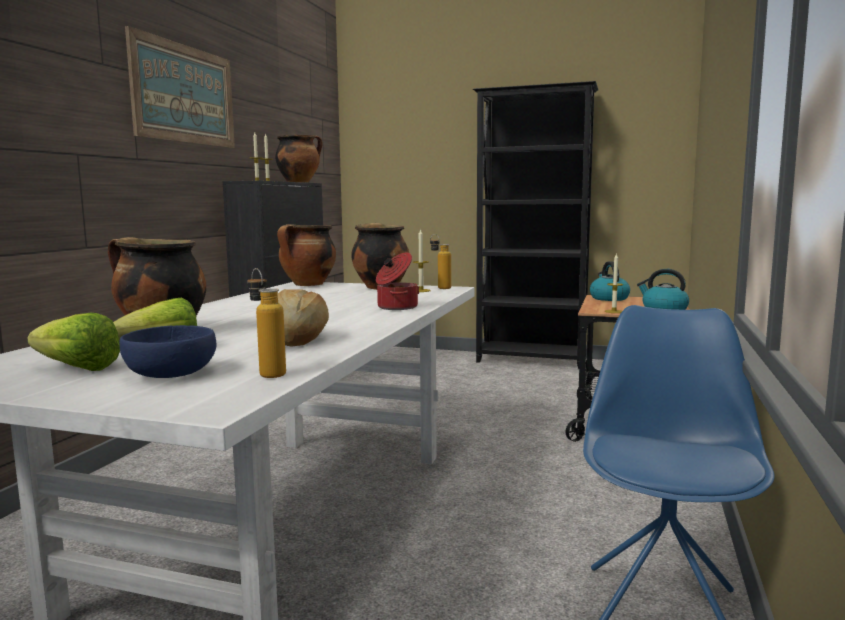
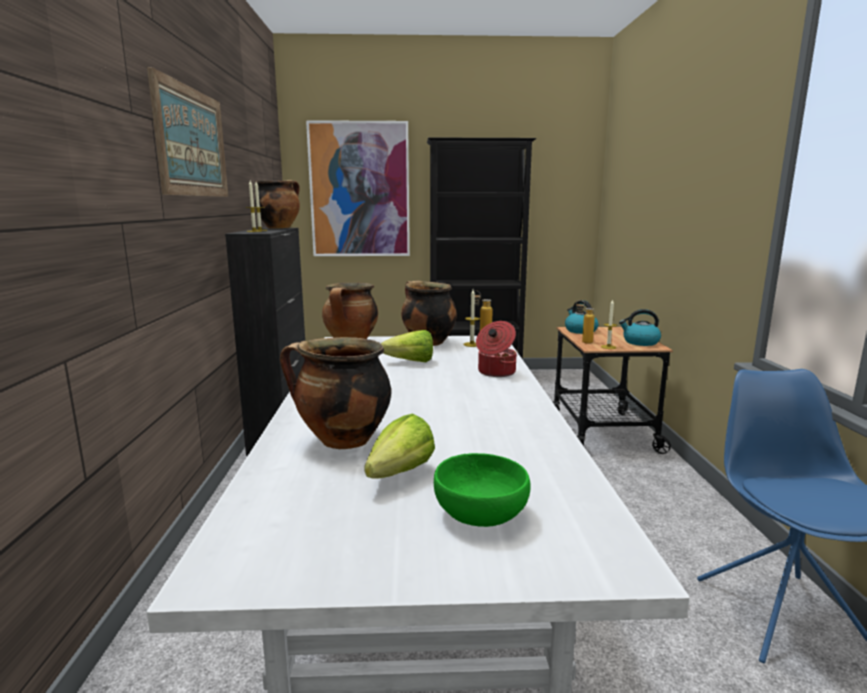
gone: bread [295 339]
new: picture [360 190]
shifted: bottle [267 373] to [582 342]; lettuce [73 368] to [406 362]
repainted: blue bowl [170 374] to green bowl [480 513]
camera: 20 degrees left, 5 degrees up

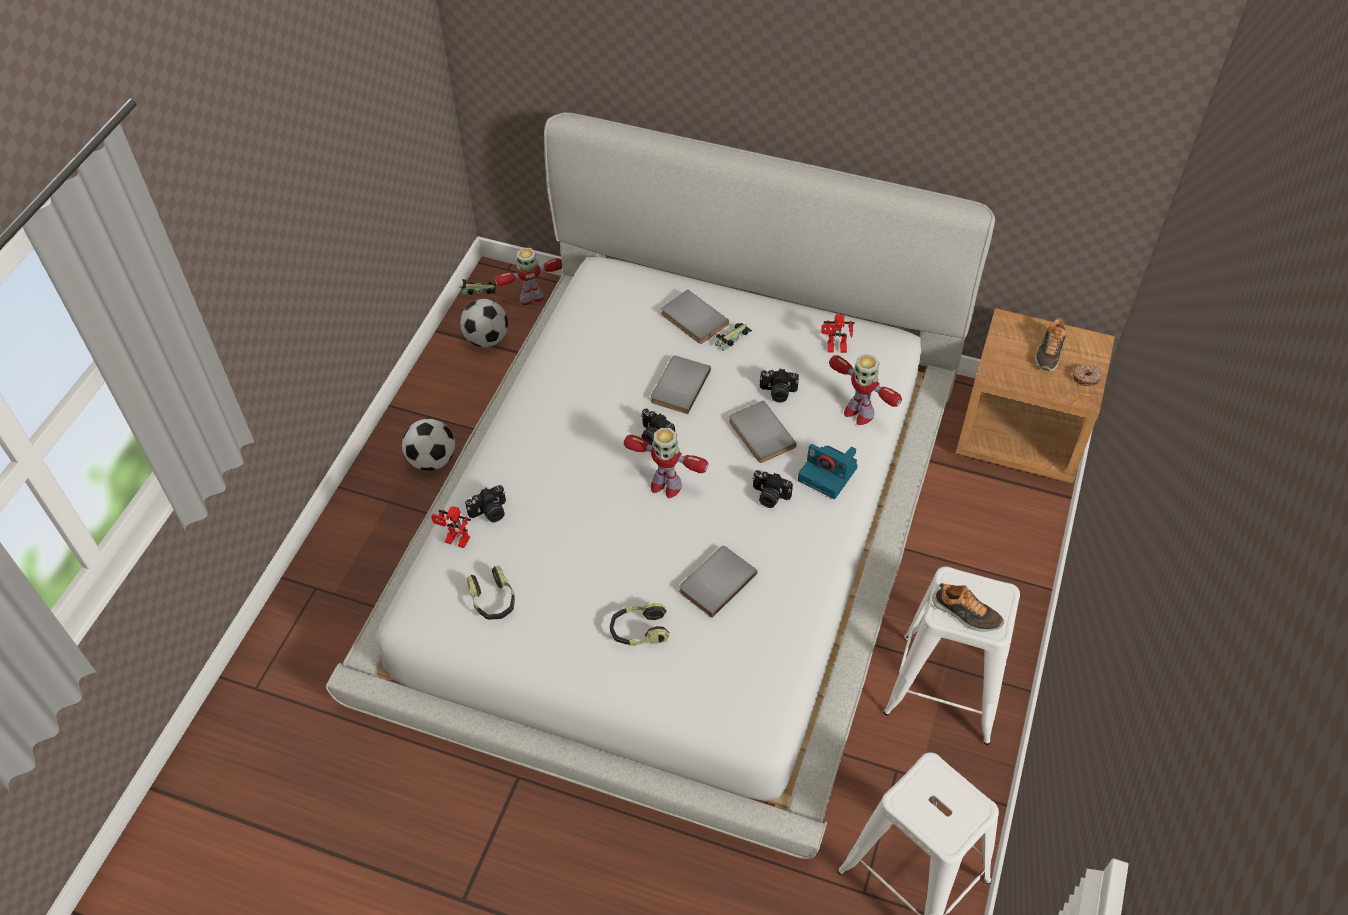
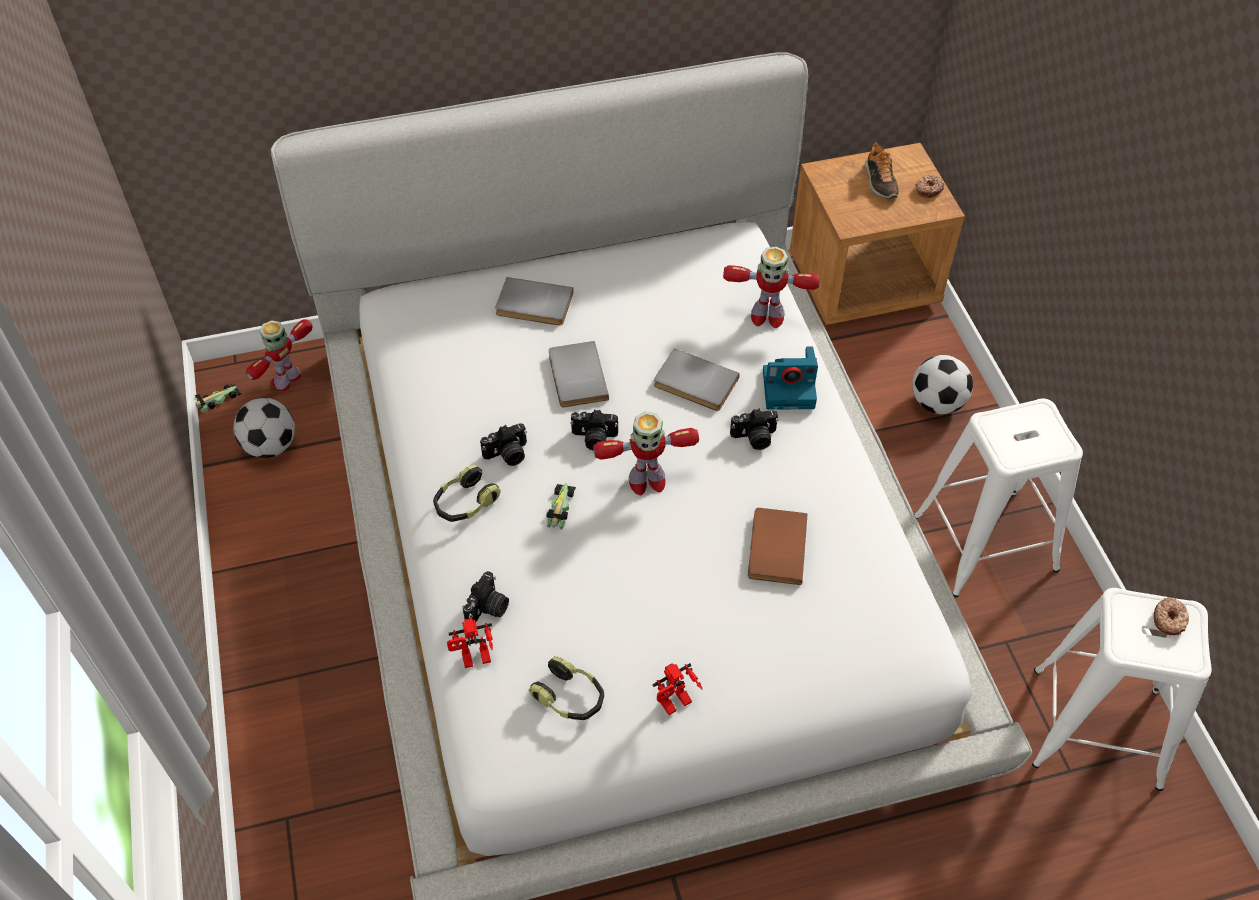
gone: shoe [965 613]
new: donut [1169 620]
shifted: toy robot [835 349] to [675 705]; toy car [731 338] to [560 508]; photo camera [777 393] to [507 455]; football [432 460] to [937 403]; headphones [639 631] to [465 503]
repainted: grey book [715 581] to brown book [774 547]
camera: 35 degrees left, 0 degrees up

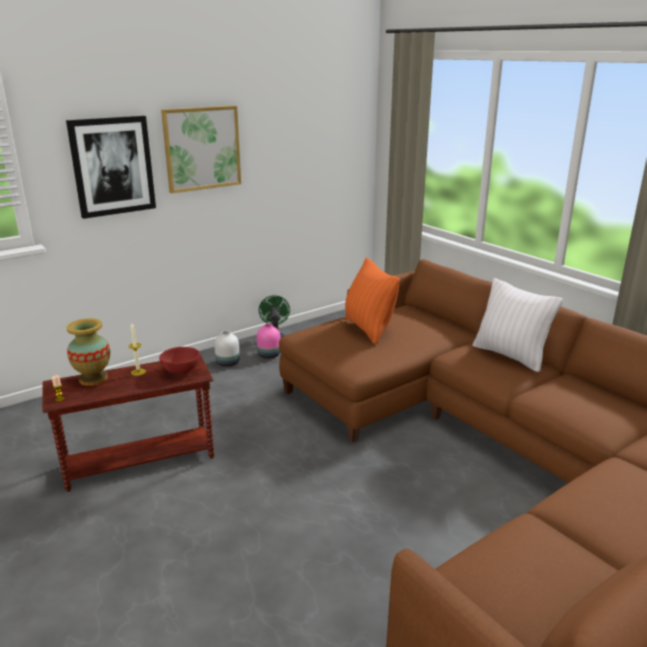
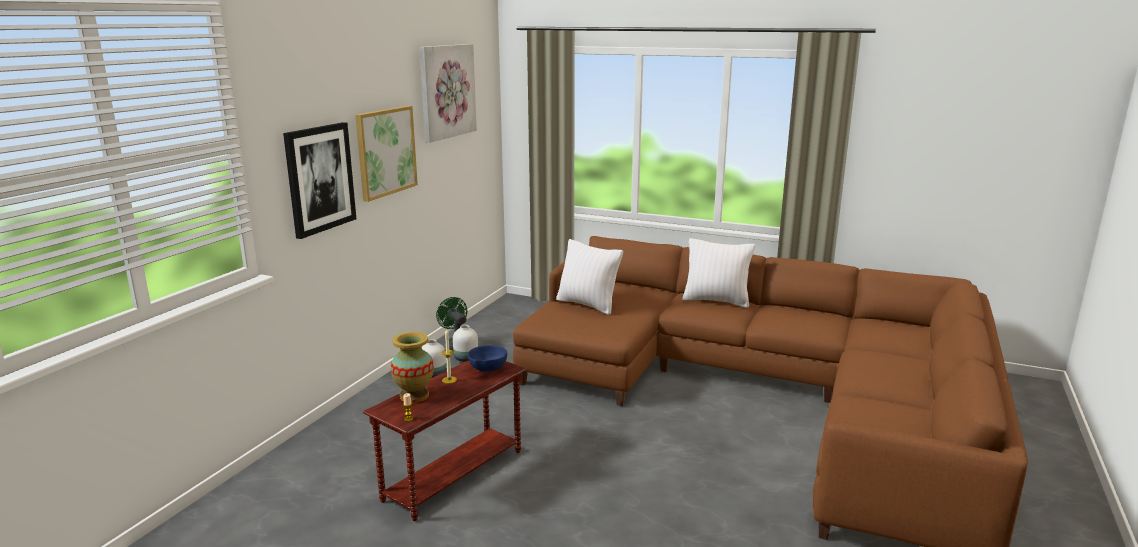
new: picture [446 91]
repainted: orange pillow [368 329] to white pillow [588 305]; pink vase [269 355] to white vase [466 358]; red bowl [179 371] to blue bowl [487 369]
camera: 30 degrees left, 5 degrees down

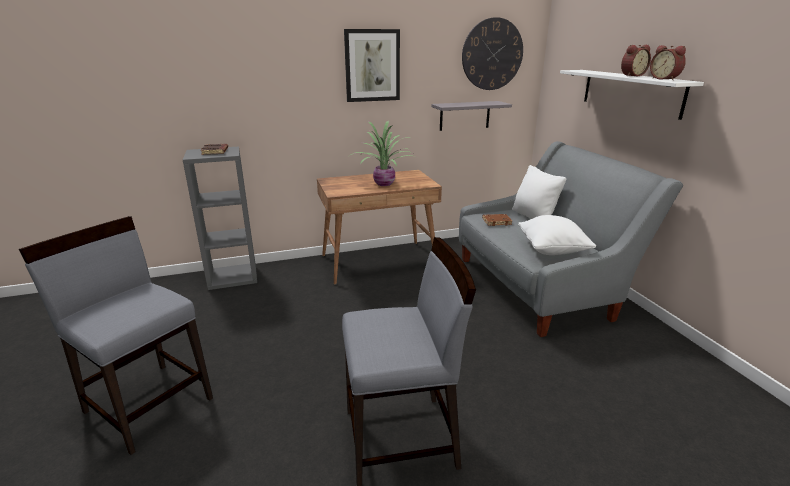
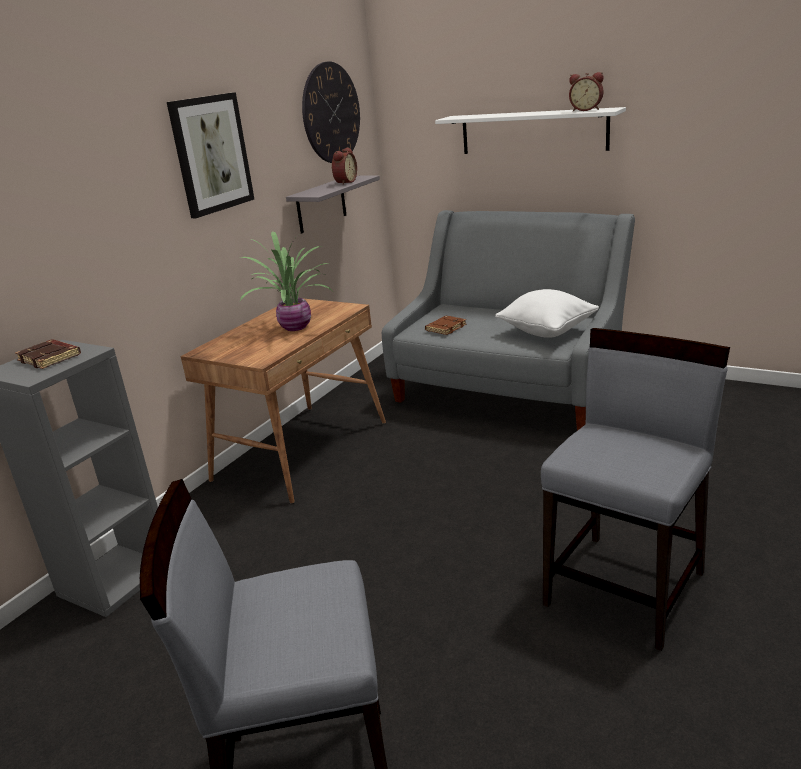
gone: white pillow [533 217]
shifted: alarm clock [631 75] to [344 182]
camera: 40 degrees left, 0 degrees up

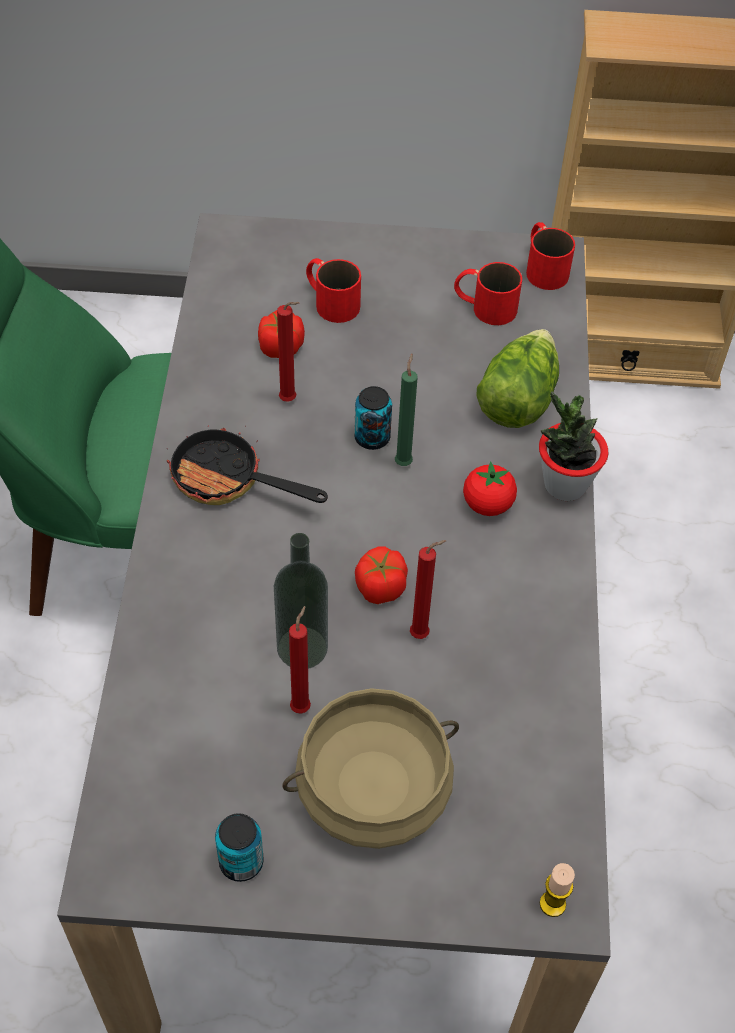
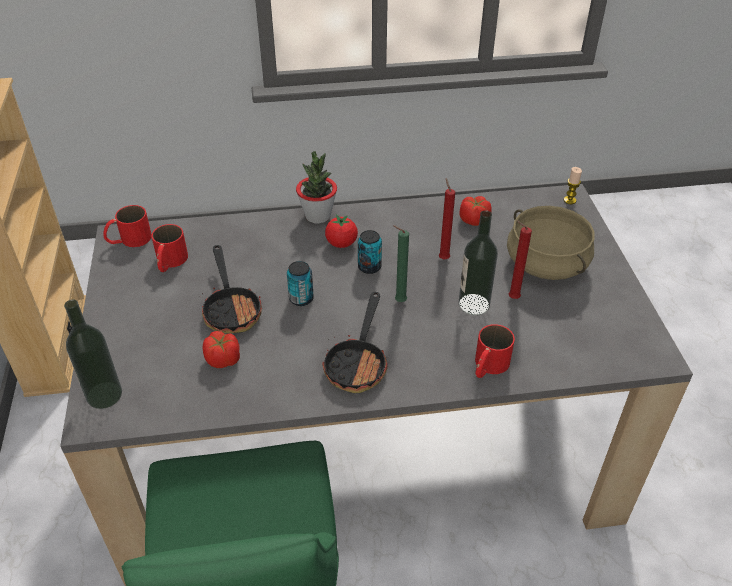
gone: red candle [290 400]; lettuce [517 398]
new: frying pan [231 309]; bottle [104 395]
shifted: red mug [330 300] to [488 366]; green candle [403 461] to [398 301]; tomato [380 587] to [474 220]; can [241 862] to [369 267]
camera: 100 degrees left, 10 degrees down

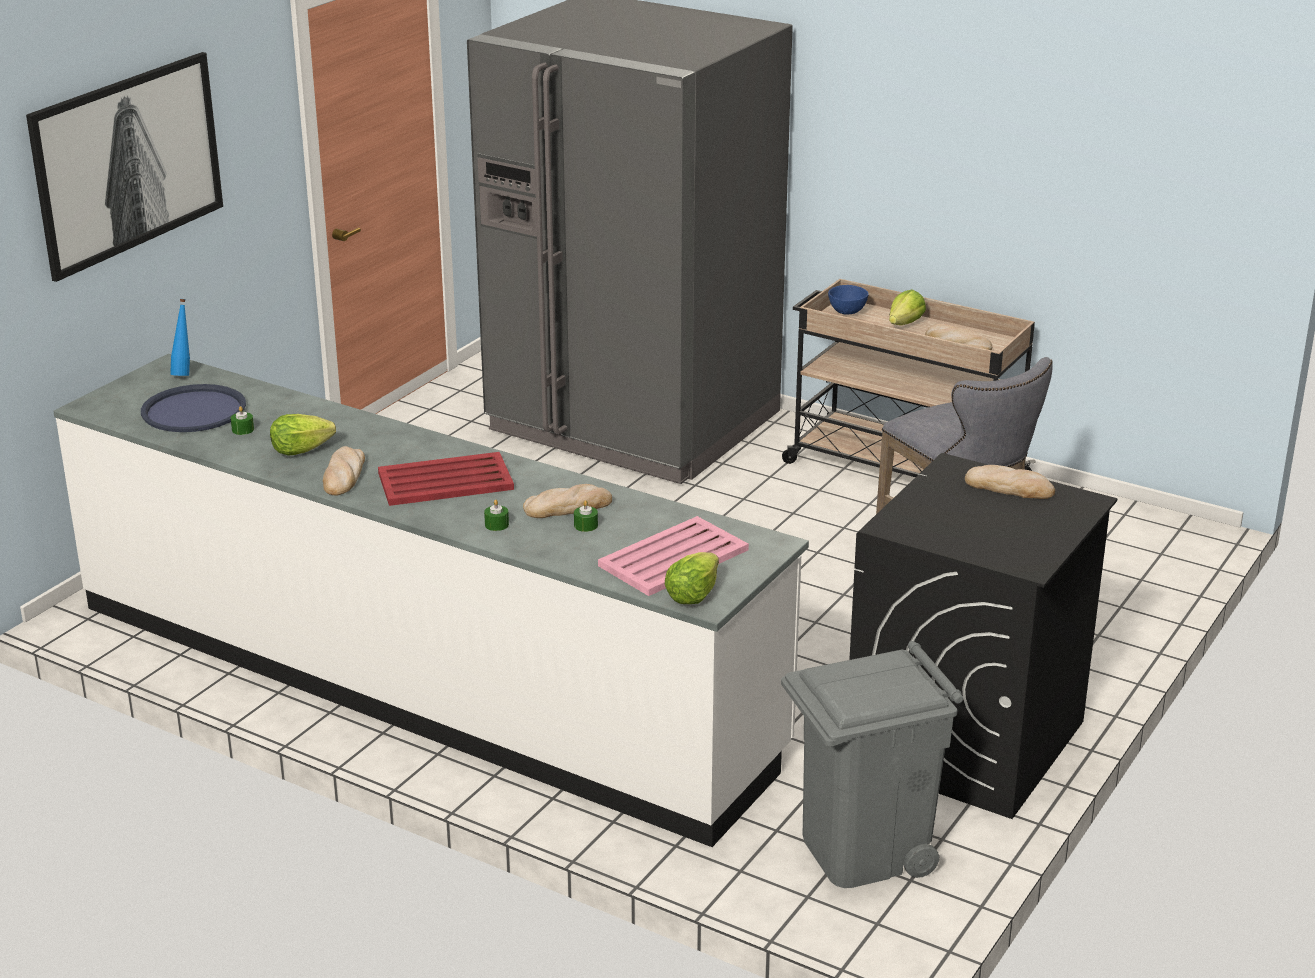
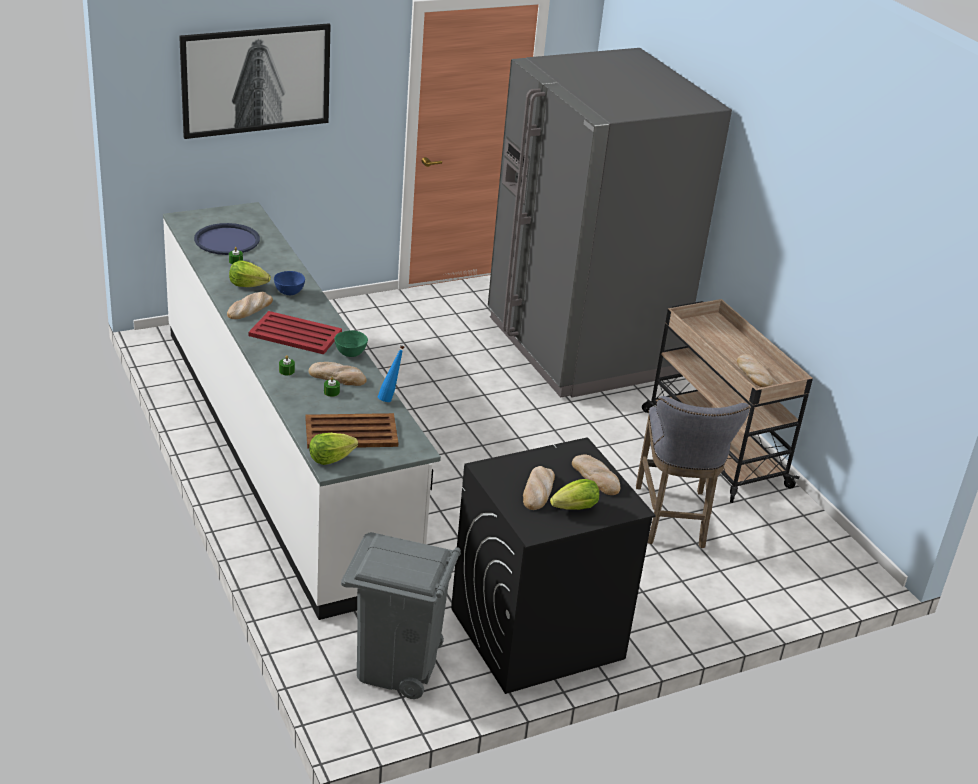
new: green bowl [350 354]; bread [538 491]
shifted: blue bowl [848 312] to [289 293]; lettuce [905 324] to [575 508]; blue bottle [184 373] to [390 398]
repainted: pink tray [672 558] to brown tray [350 432]
camera: 30 degrees right, 5 degrees up

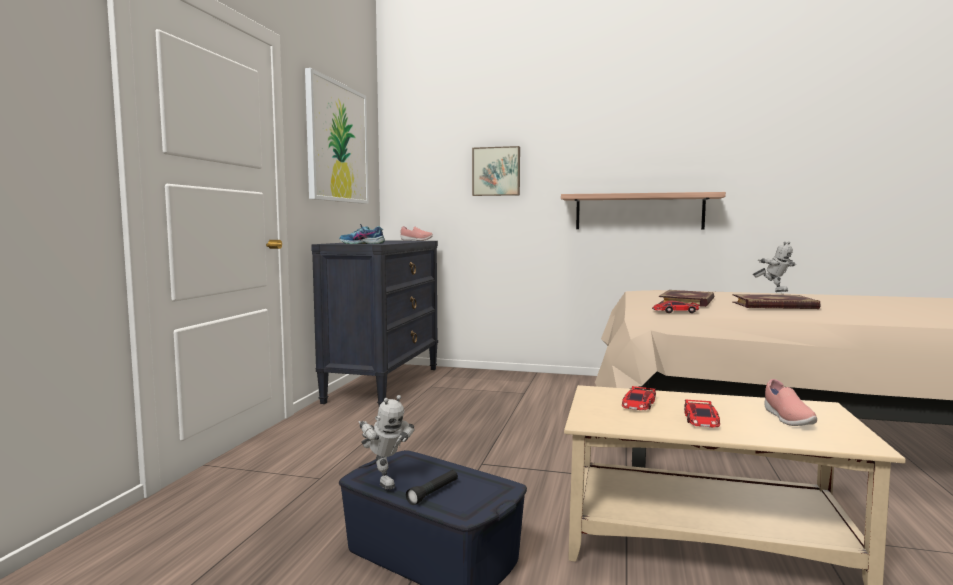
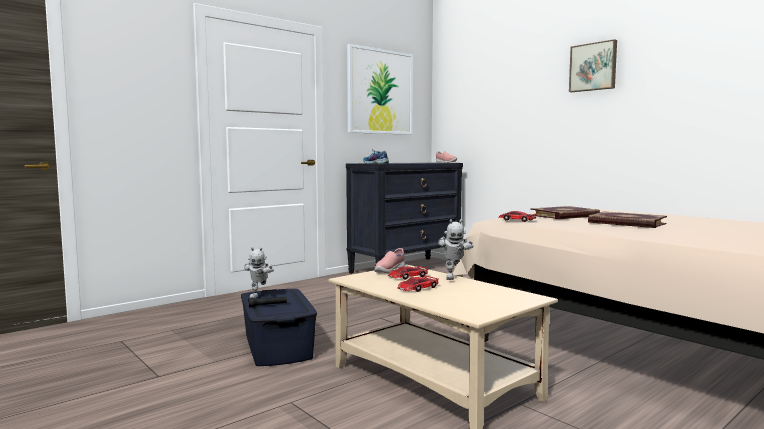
gone: shelf [639 212]
shifted: picture [496 171] to [593 67]; toy robot [774 291] to [453 277]; pink shoe [787 418] to [389 271]
camera: 35 degrees right, 0 degrees up

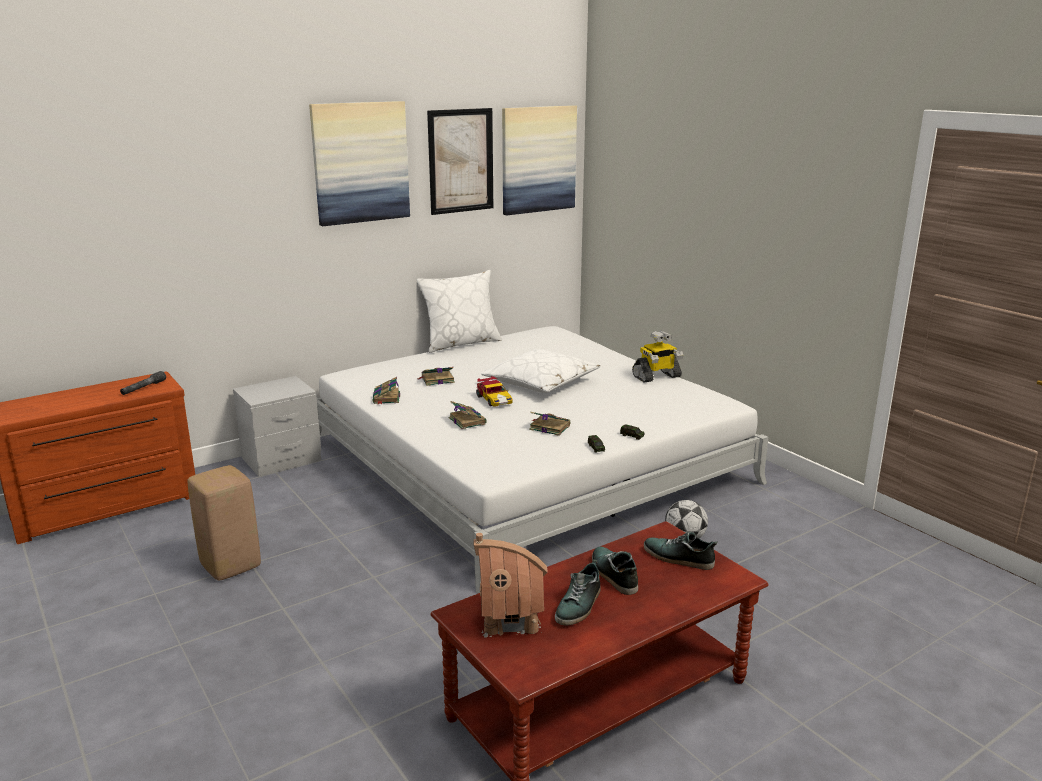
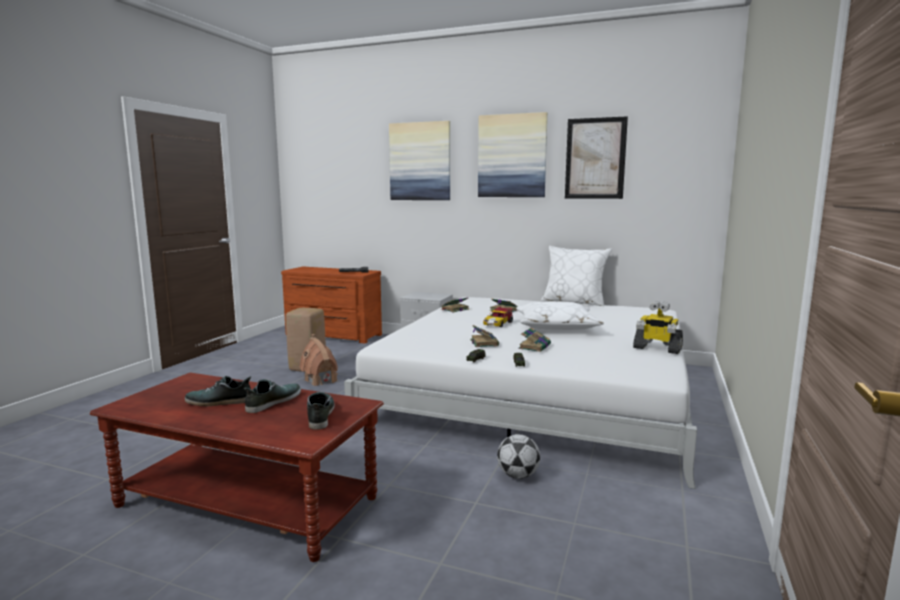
shifted: picture [538 159] to [420 161]; book [466 420] to [535 346]; toy house [510 618] to [320 380]
camera: 55 degrees right, 10 degrees down

